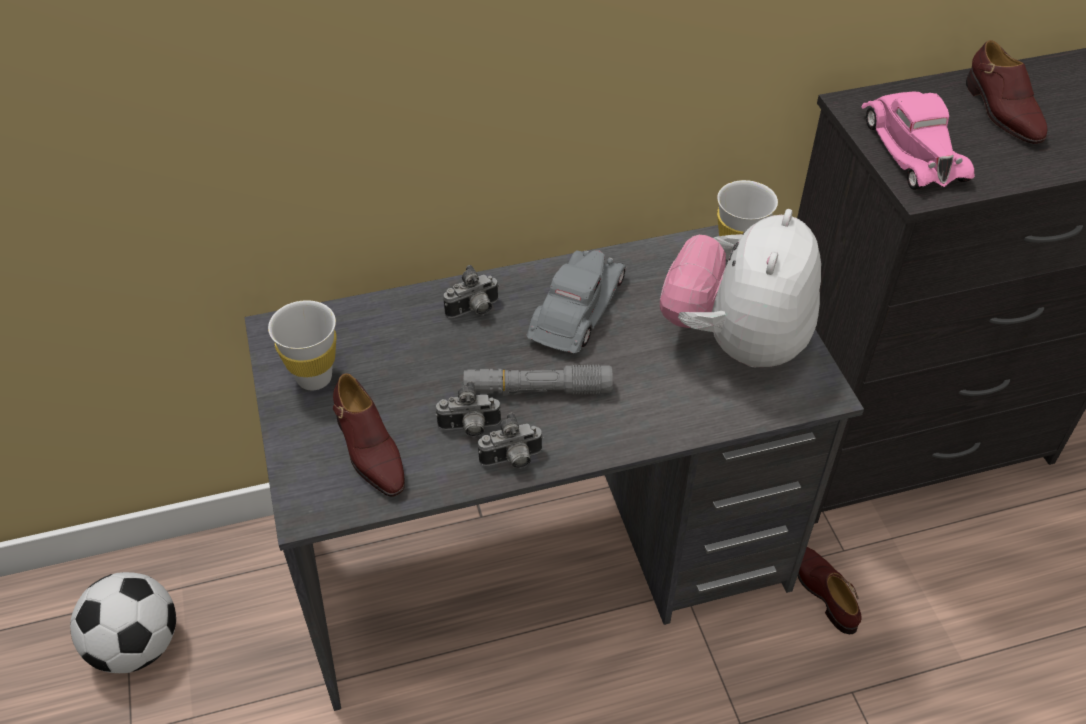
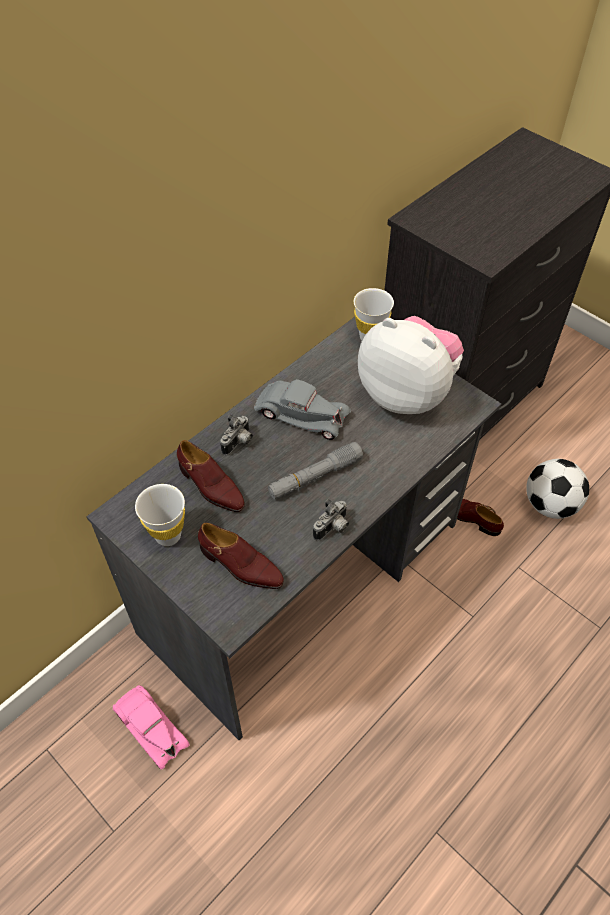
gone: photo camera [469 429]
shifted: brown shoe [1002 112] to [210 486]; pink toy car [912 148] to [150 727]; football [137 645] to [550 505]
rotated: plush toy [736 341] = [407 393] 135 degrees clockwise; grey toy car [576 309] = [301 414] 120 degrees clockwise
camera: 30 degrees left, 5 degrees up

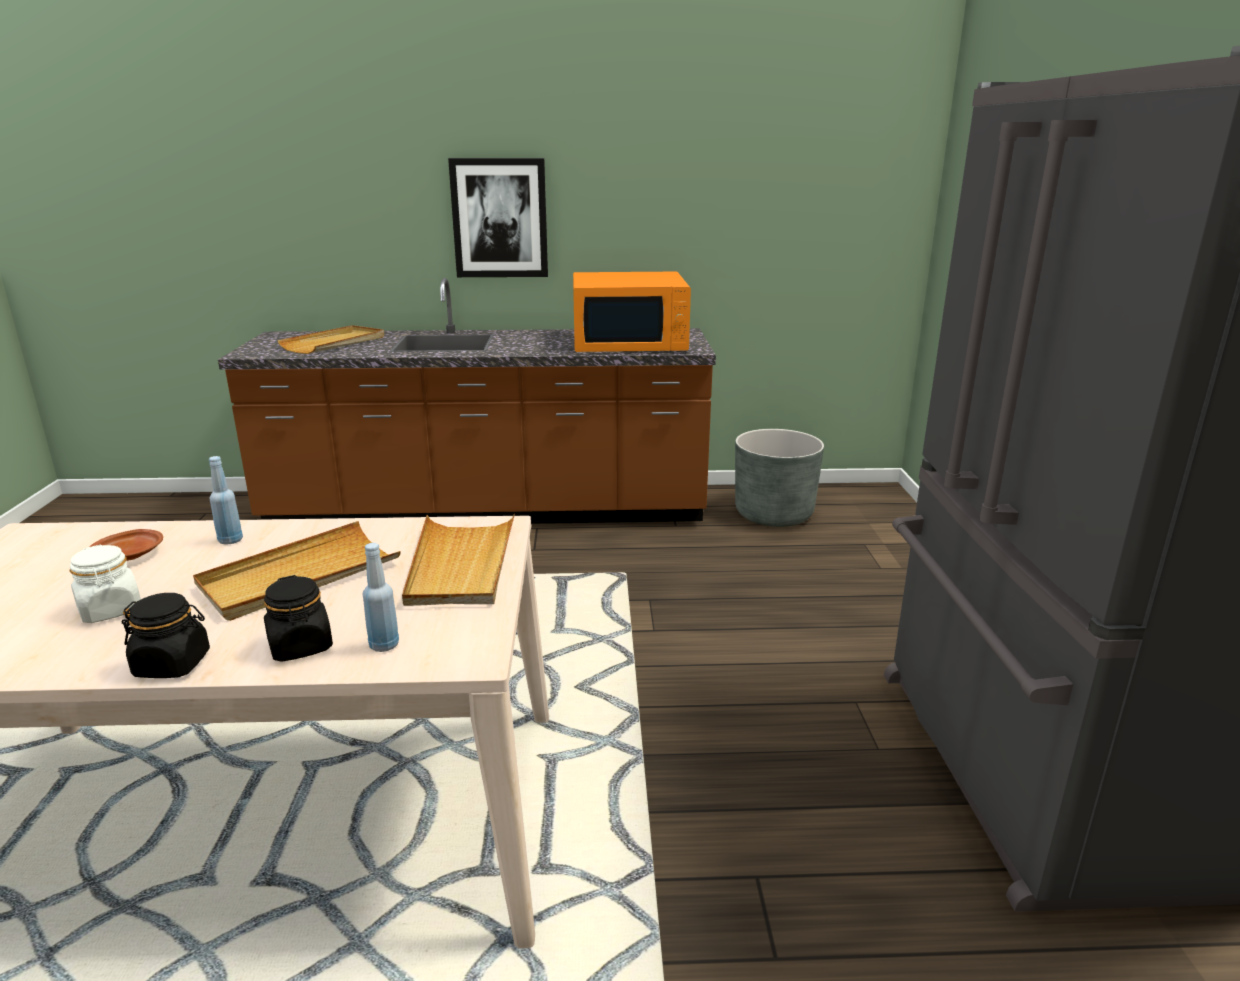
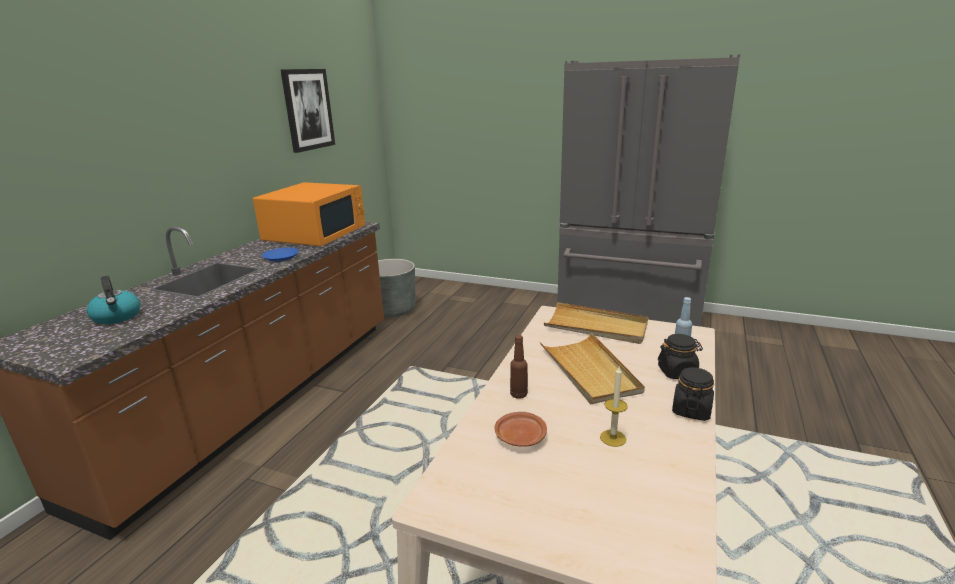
new: blue plate [281 257]
shifted: picture [500 218] to [308 109]
swapped: beige tray [334 343] to kettle [117 317]; white jar [111 610] to candle [613 438]
repainted: blue bottle [230 540] to brown bottle [518 394]
camera: 65 degrees left, 0 degrees up

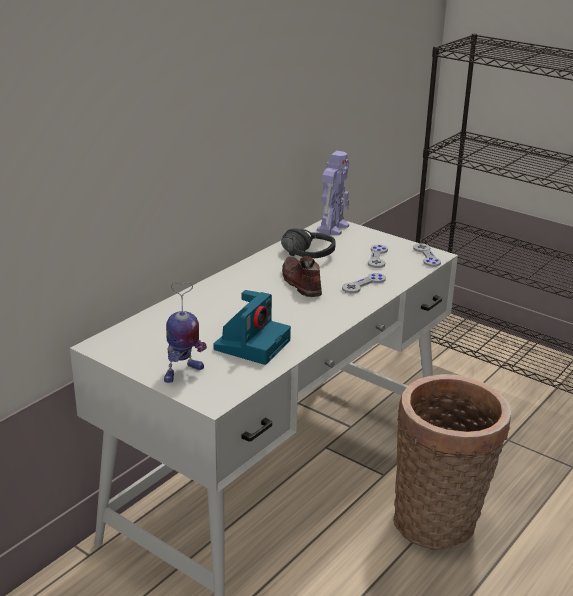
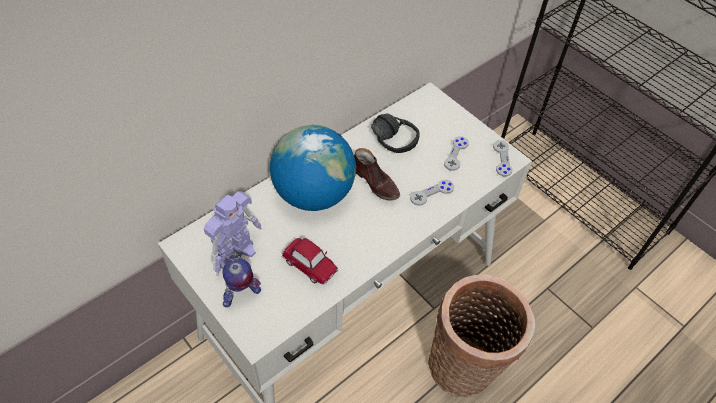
new: globe [313 194]
shifted: toy robot [333 228] to [237 254]
swapped: photo camera [252 344] to toy car [310 265]
rotated: brown shoe [300 283] = [375 182] 150 degrees clockwise
camera: 10 degrees right, 25 degrees up

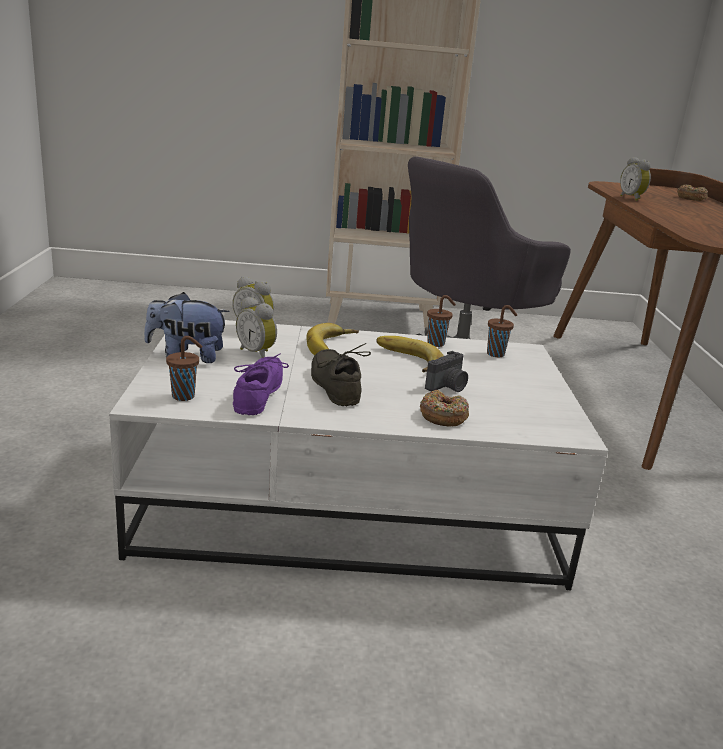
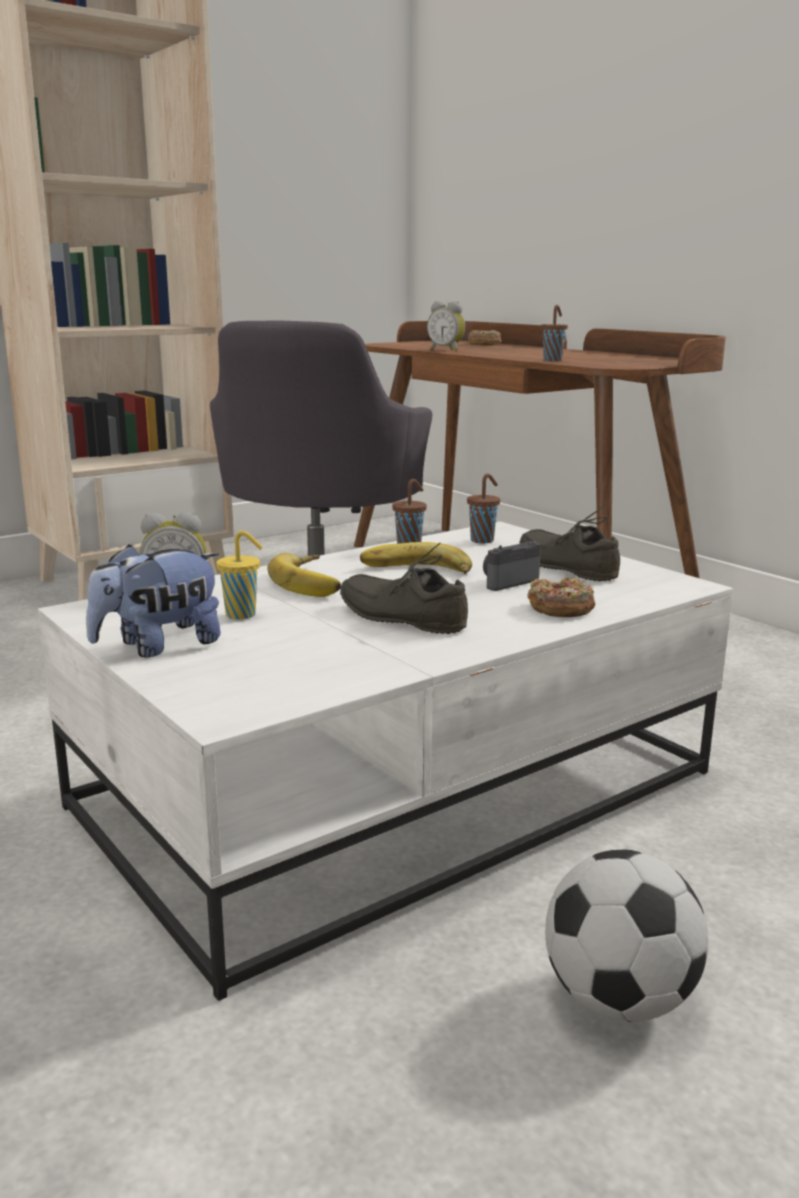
gone: purple shoe [262 394]
new: grey shoe [569 566]; football [618 1001]
shifted: brown cup [185 396] to [553 360]
swapped: alarm clock [257 353] to yellow cup [243 615]
rotated: photo camera [448 387] = [506 582] 135 degrees counterclockwise
camera: 35 degrees left, 5 degrees down

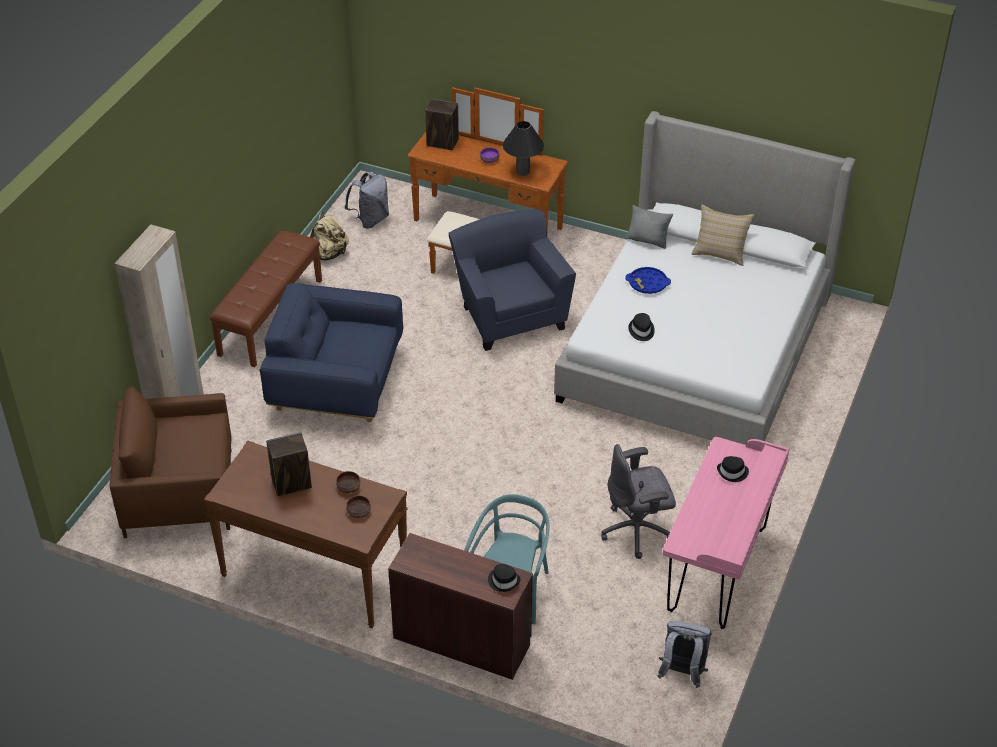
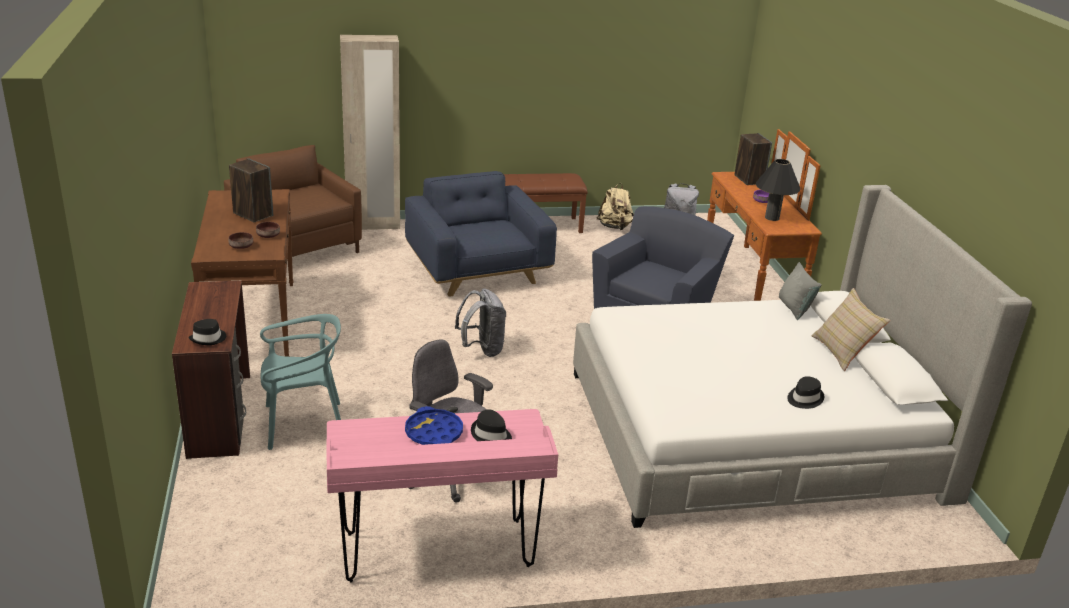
shifted: blue tray [647 283] to [433 432]; black hat [641 331] to [804 398]; grey backpack [682 673] to [482 349]
camera: 55 degrees right, 15 degrees down

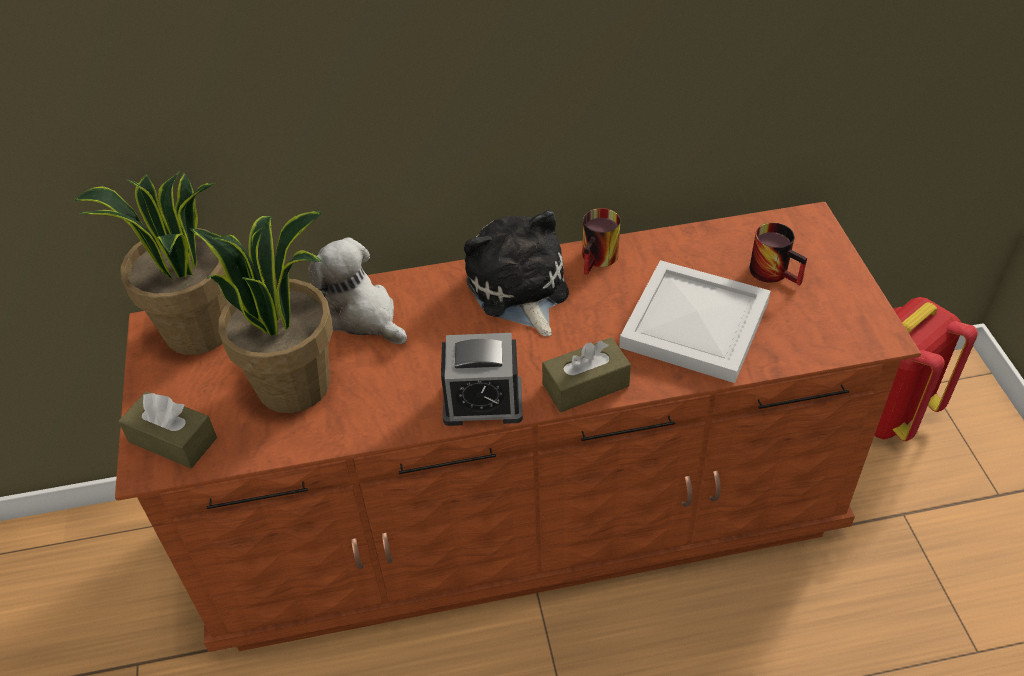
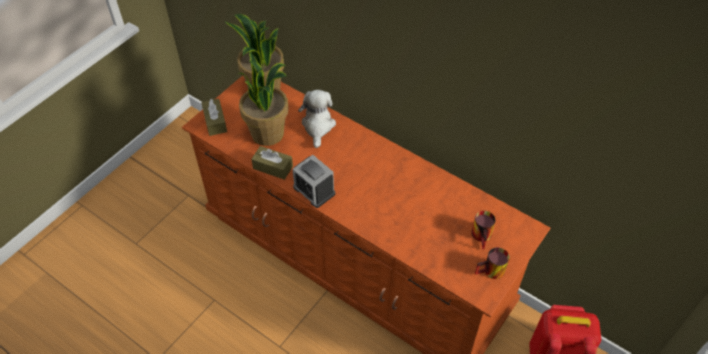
gone: plush toy [519 290]; white tray [693 322]
shifted: mug [600 259] to [491 272]; brown tissue box [585 385] to [273 167]
camera: 45 degrees right, 5 degrees up

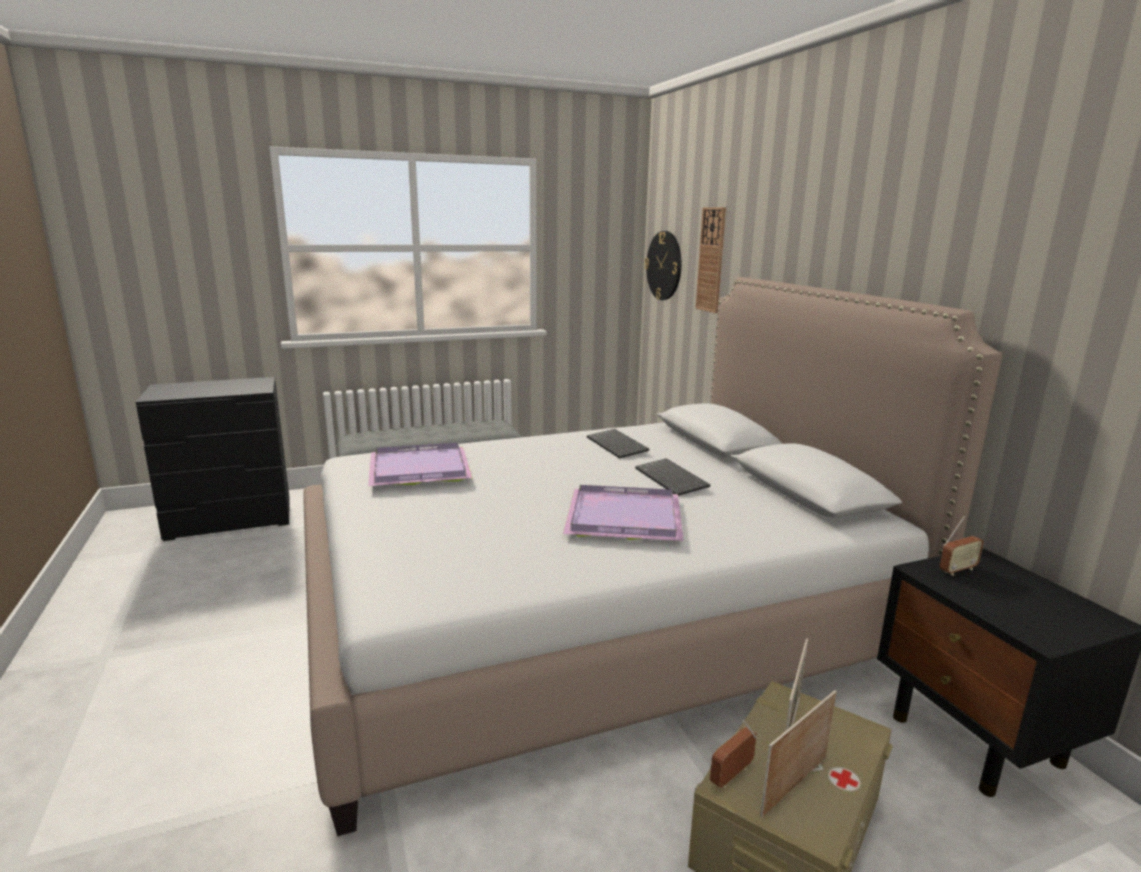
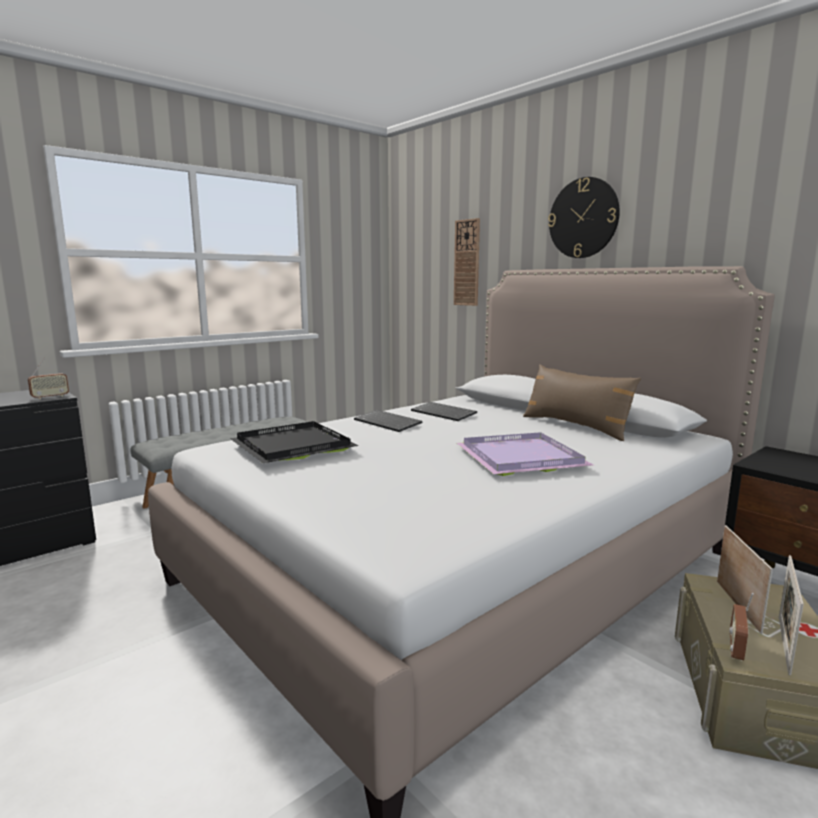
new: brown pillow [575 426]
shifted: wall clock [664 265] to [583 218]; keyboard [673 479] to [389 422]; radio [957 570] to [50 397]
repainted: purple tray [421 469] to black tray [295 446]
camera: 20 degrees left, 5 degrees down

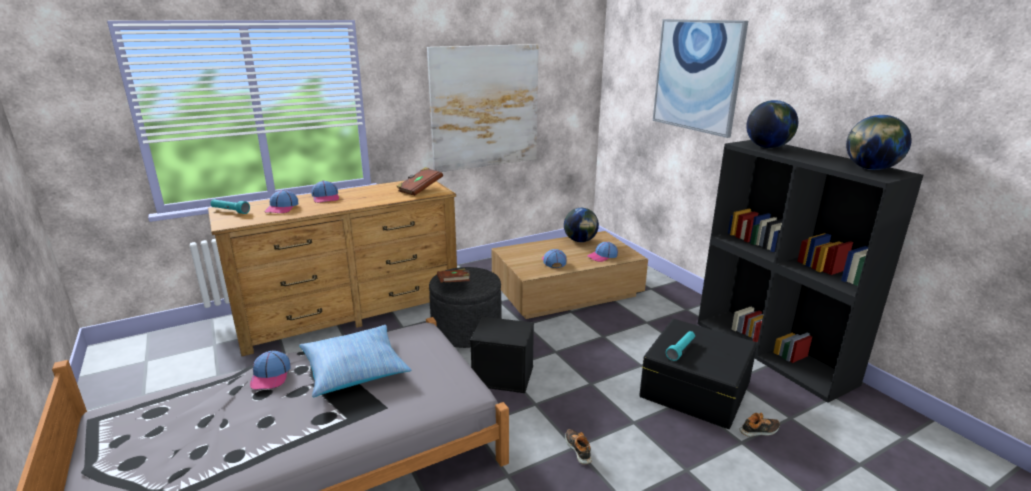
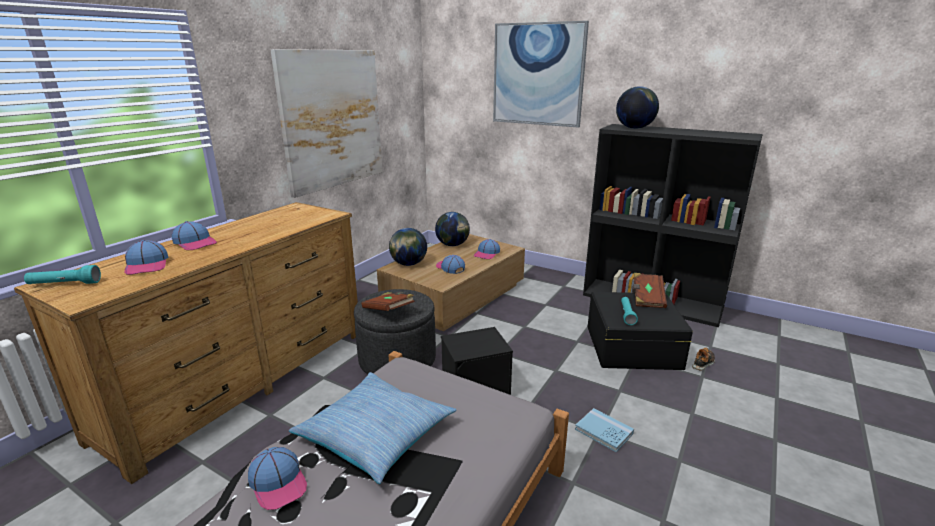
shifted: globe [870 169] to [408 264]; brown book [420 189] to [647 298]
swapped: shoe [578 449] to blue book [604 431]
camera: 30 degrees left, 0 degrees up

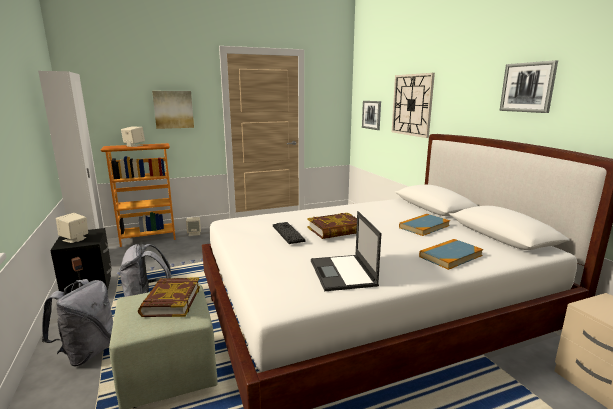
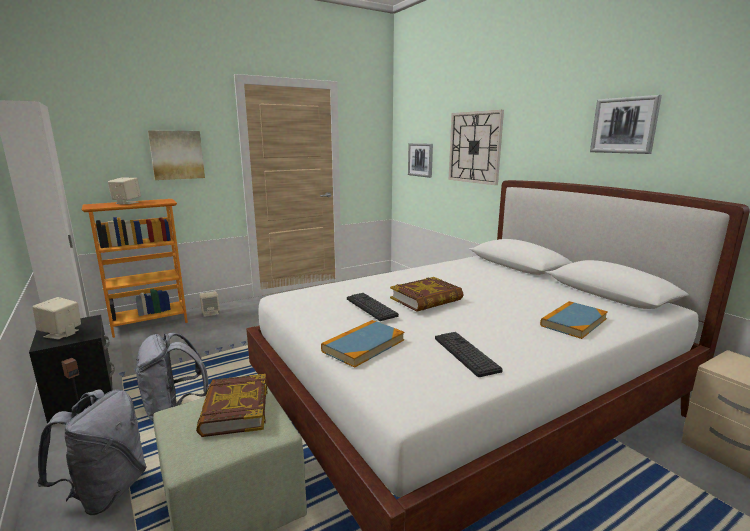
shifted: book [424 226] to [363 345]
swapped: laptop [343 273] to keyboard [466 354]
camera: 10 degrees left, 0 degrees up

